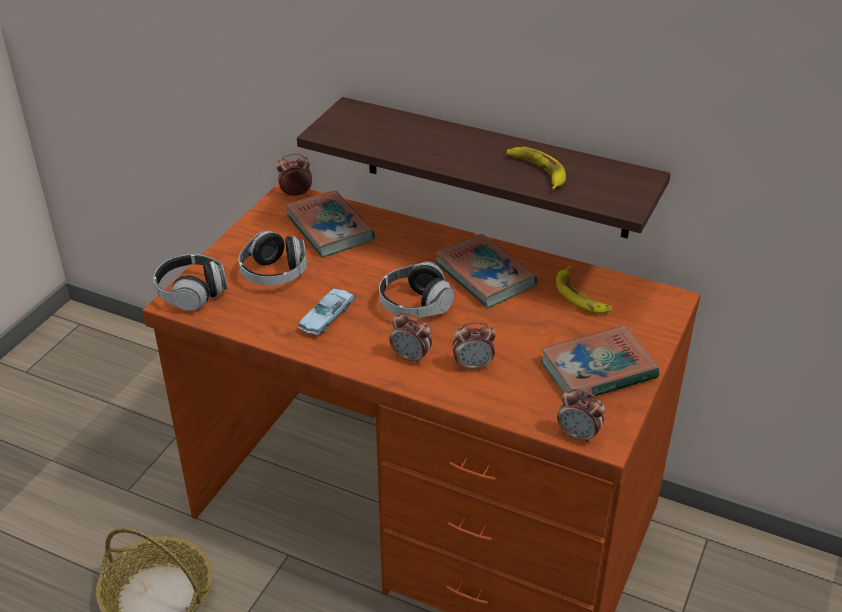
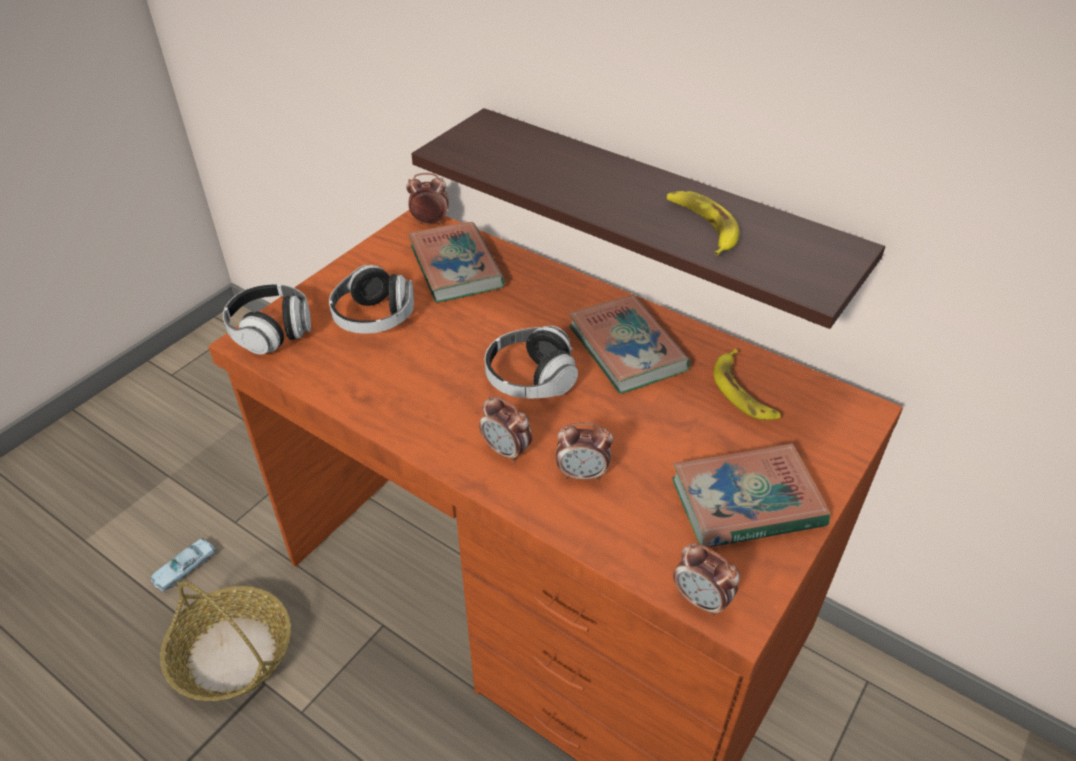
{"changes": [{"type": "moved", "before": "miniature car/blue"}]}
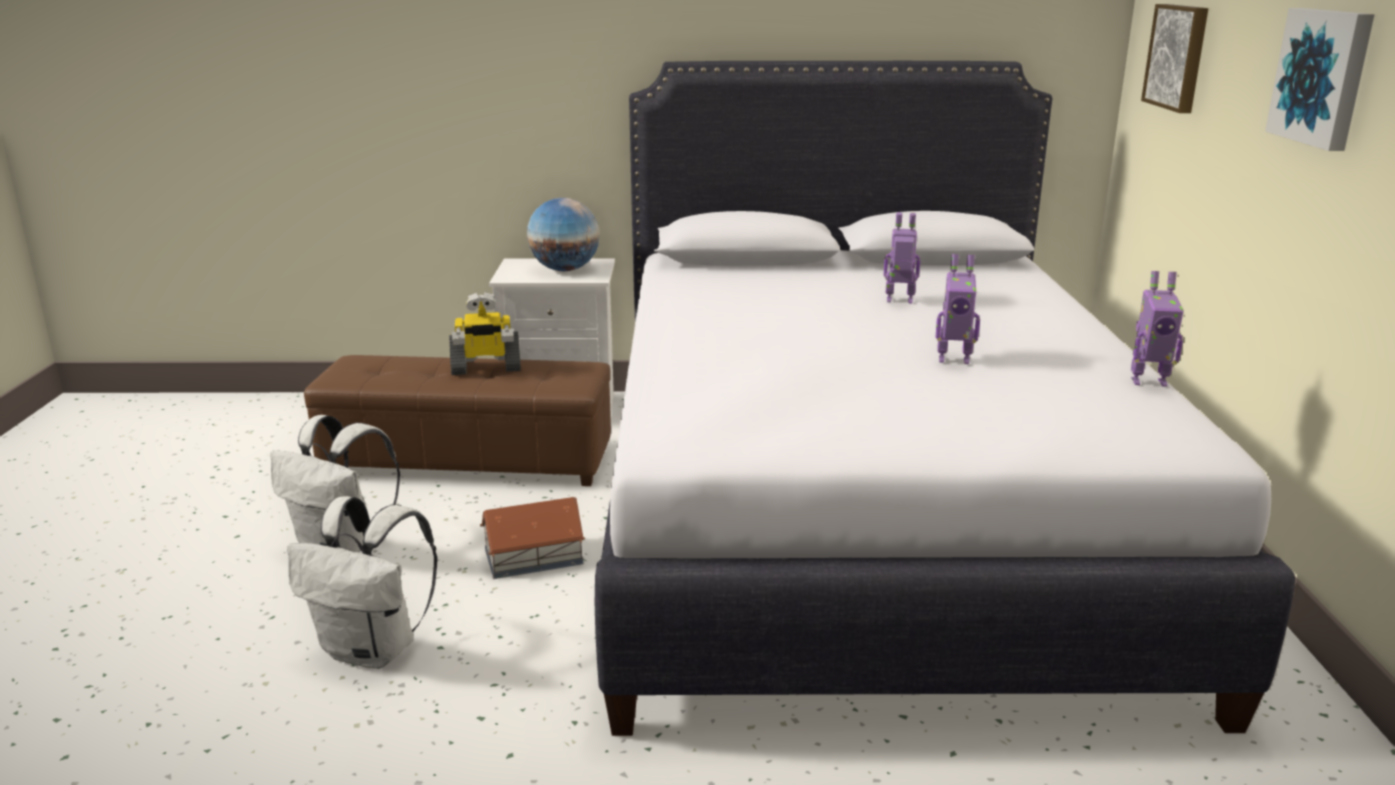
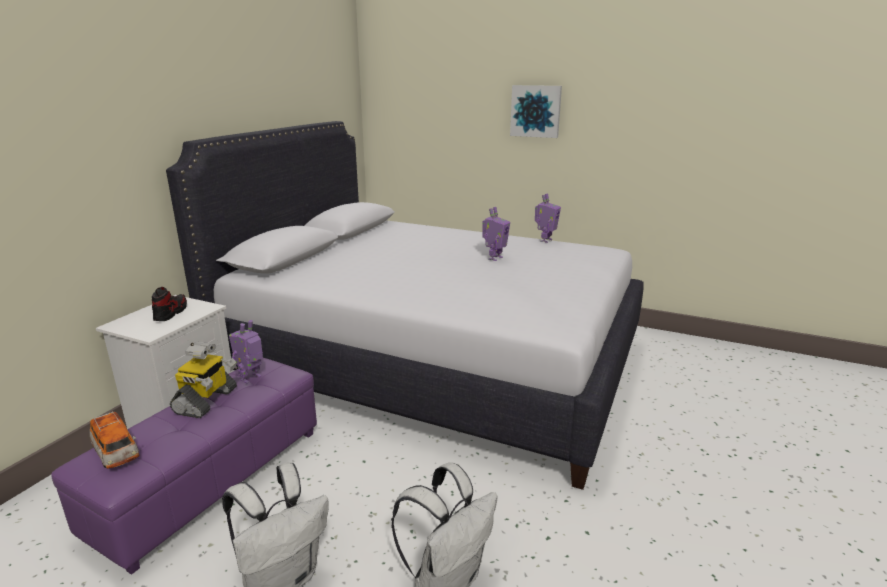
{"changes": [{"type": "removed", "before": "picture (1st from left)"}, {"type": "replaced", "before": "globe", "after": "shoe"}, {"type": "moved", "before": "robot figure (2nd from left)"}, {"type": "recoloured", "before": "footrest/brown", "after": "footrest/purple-coloured"}, {"type": "removed", "before": "miniature house"}, {"type": "added", "after": "miniature car"}]}
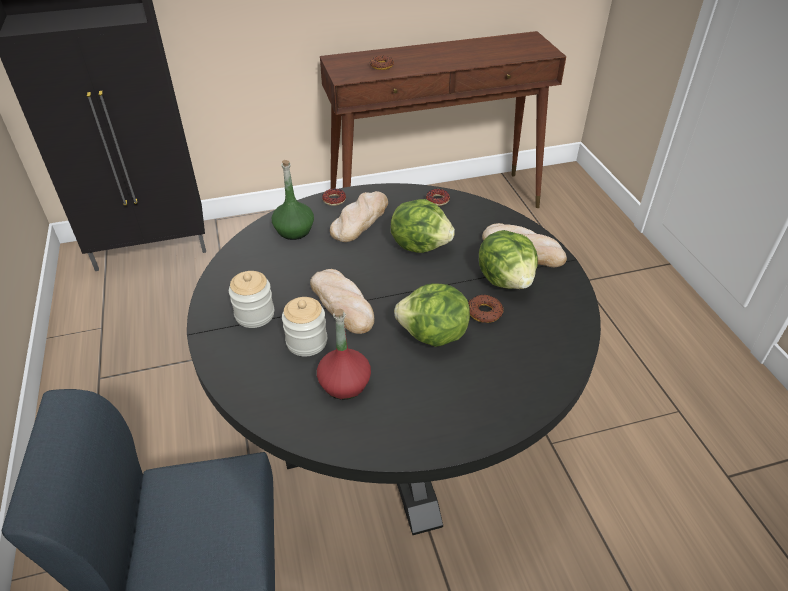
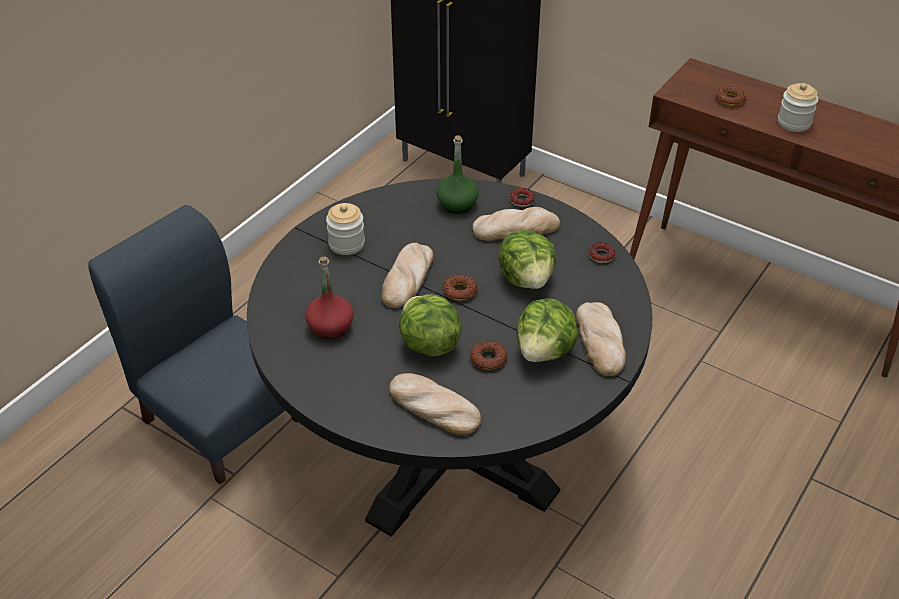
{"changes": [{"type": "moved", "before": "storage jar (2nd from left)"}, {"type": "added", "after": "doughnut (1st from left)"}, {"type": "added", "after": "bakery bread (2nd from left)"}]}
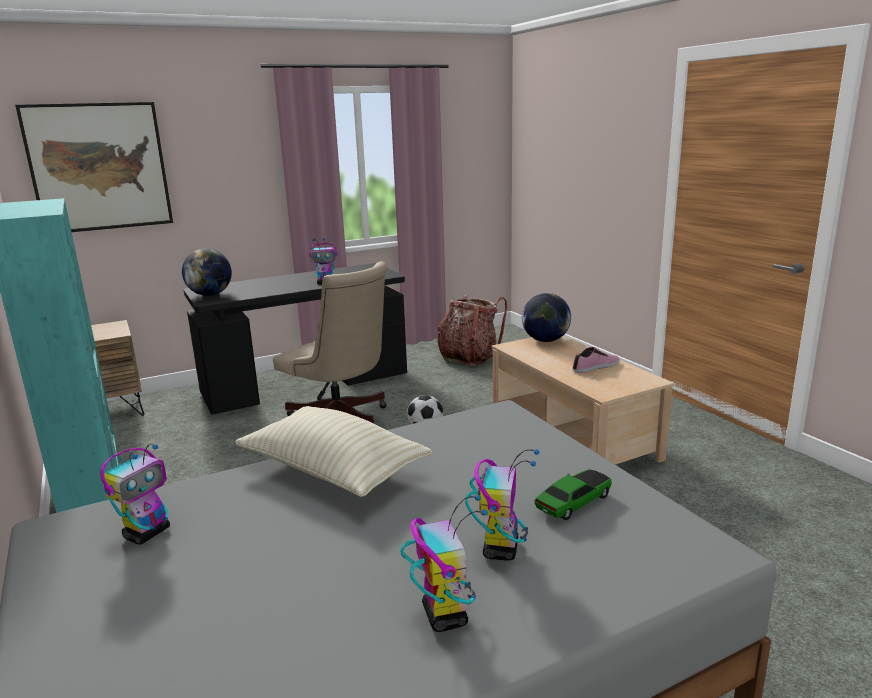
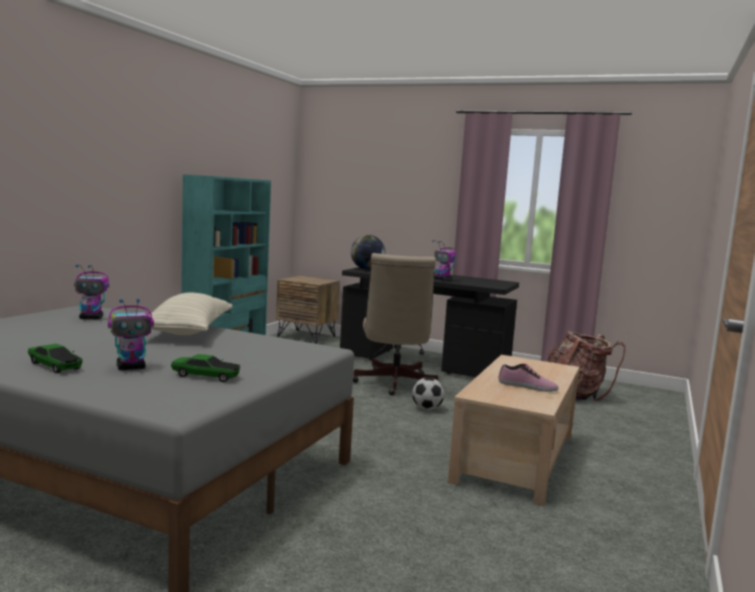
{"changes": [{"type": "removed", "before": "picture"}, {"type": "removed", "before": "globe (2nd from left)"}, {"type": "replaced", "before": "robot figure (3rd from left)", "after": "miniature car (1st from left)"}]}
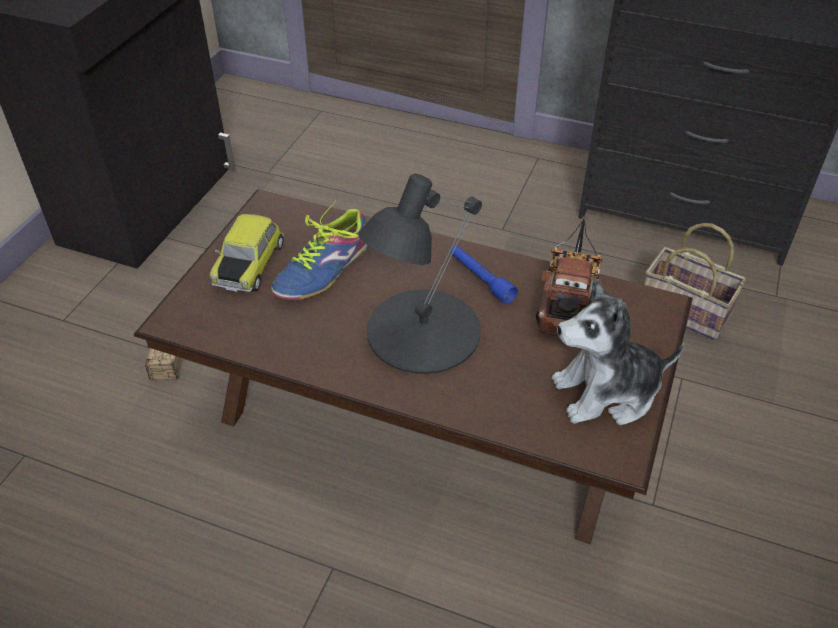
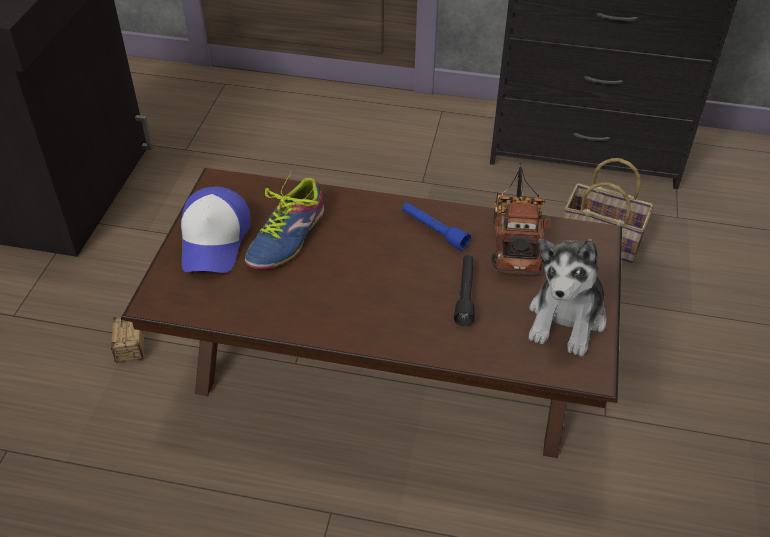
{"changes": [{"type": "removed", "before": "lamp for a table/blackish"}, {"type": "replaced", "before": "miniature car", "after": "peaked cap"}, {"type": "turned", "before": "soft toy", "turn": -45}, {"type": "added", "after": "flashlight/blackish"}]}
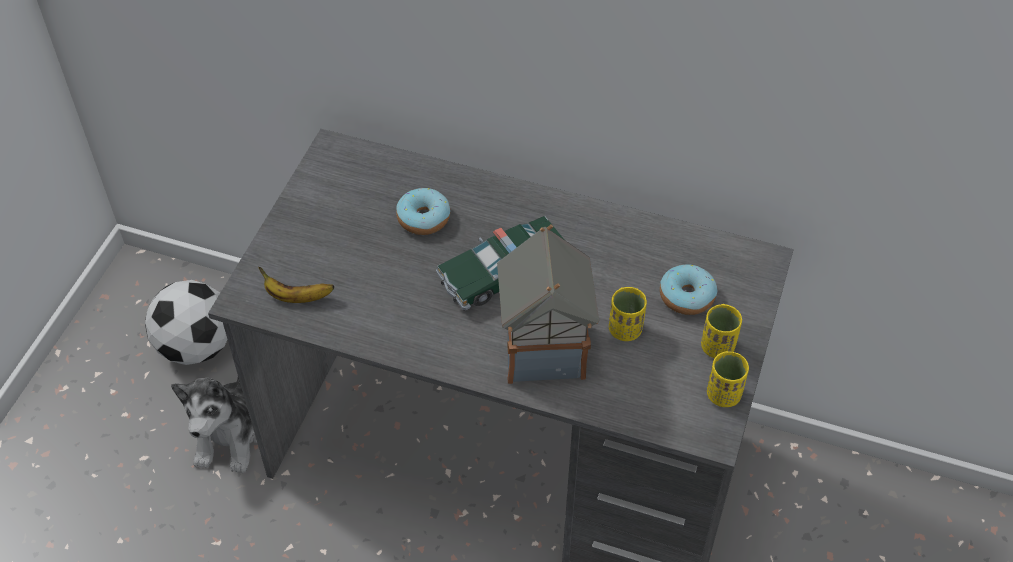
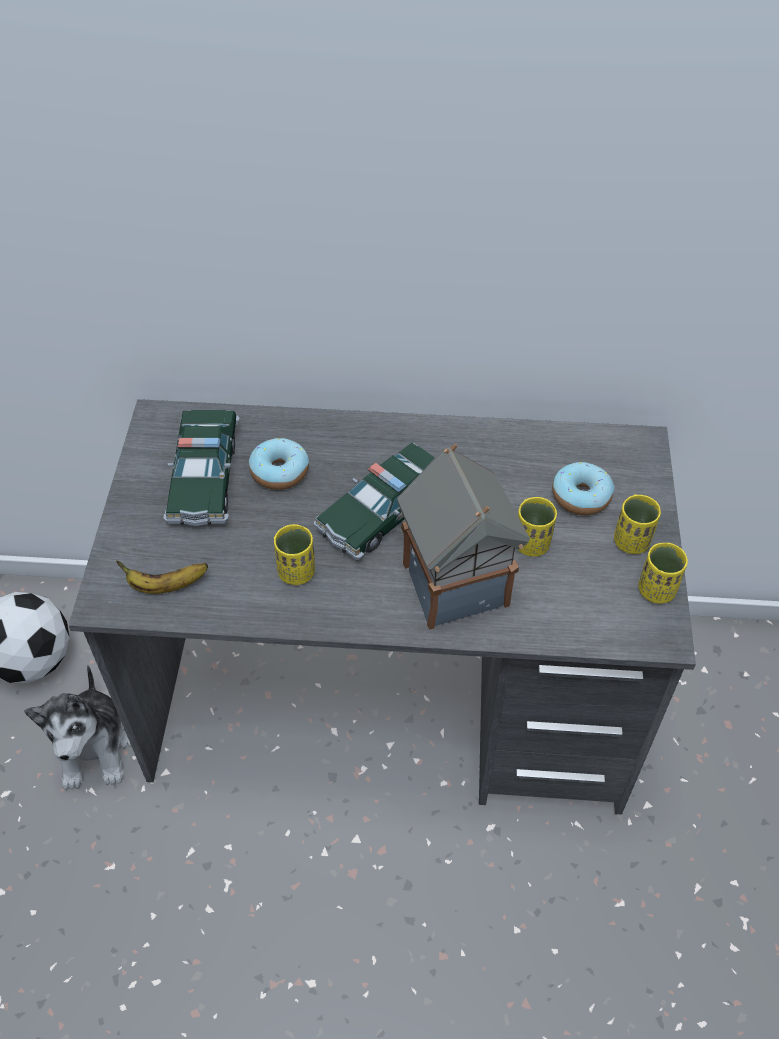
{"changes": [{"type": "added", "after": "miniature car (1st from left)"}, {"type": "added", "after": "small cup/yellow (1st from left)"}]}
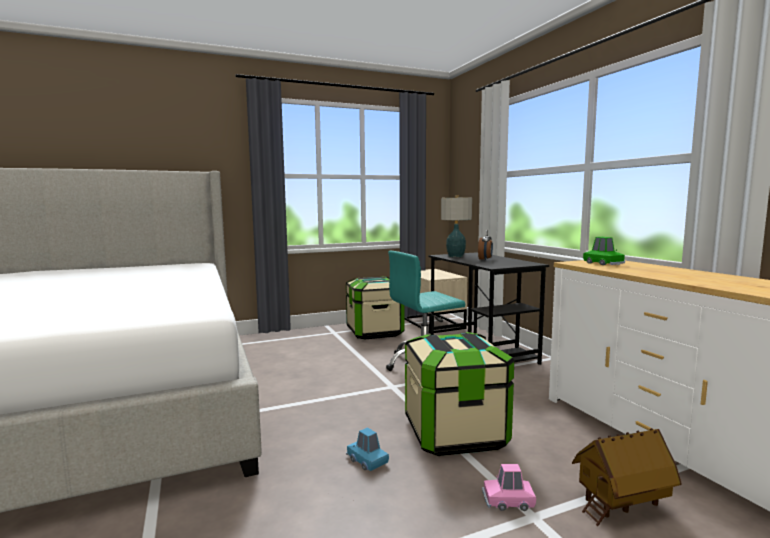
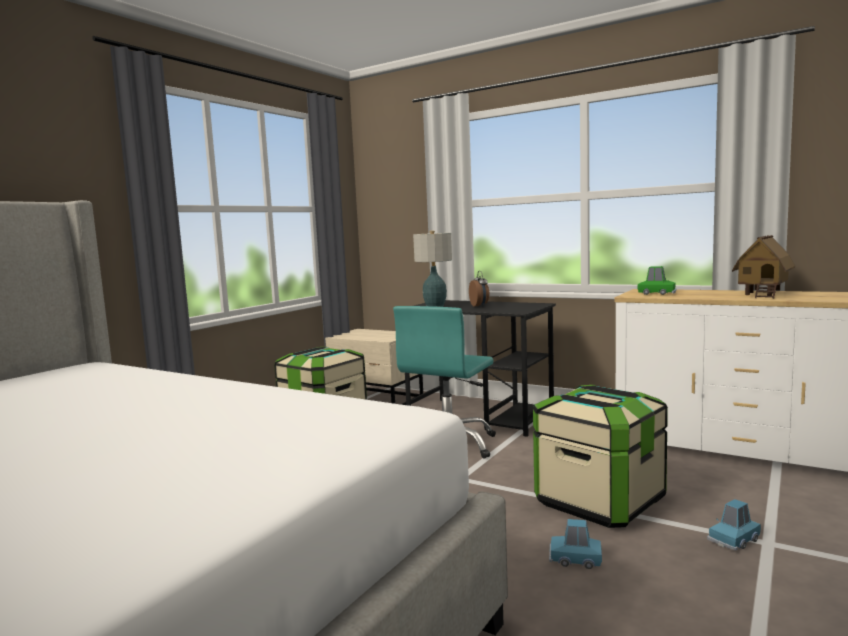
{"changes": [{"type": "moved", "before": "miniature house"}, {"type": "recoloured", "before": "miniature car/pink-coloured", "after": "miniature car/blue (2nd from left)"}]}
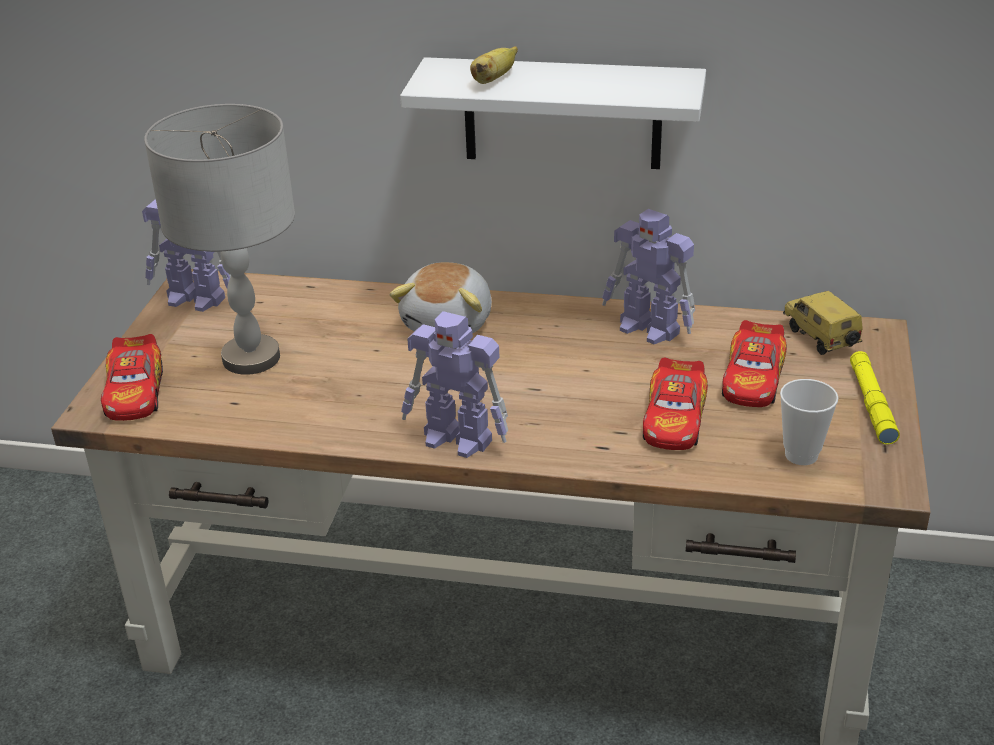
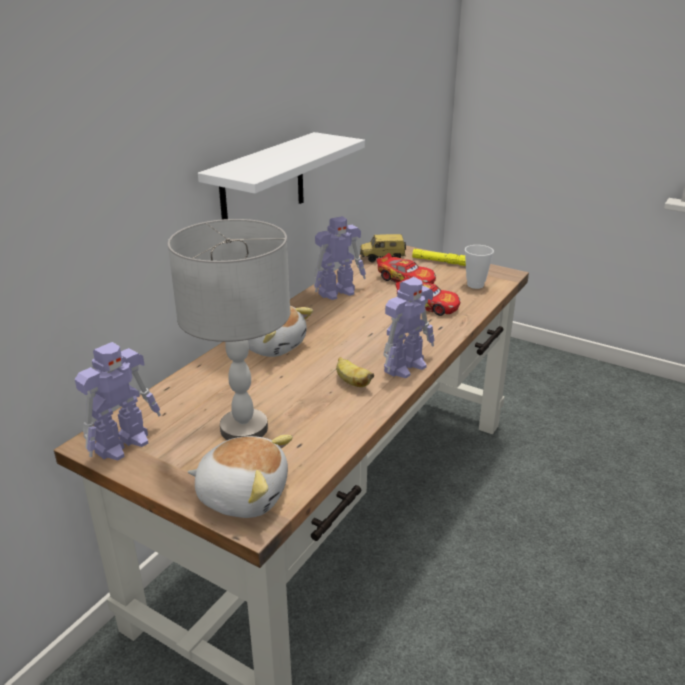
{"changes": [{"type": "moved", "before": "whole banana"}, {"type": "replaced", "before": "miniature car (1st from left)", "after": "soft toy (1st from left)"}]}
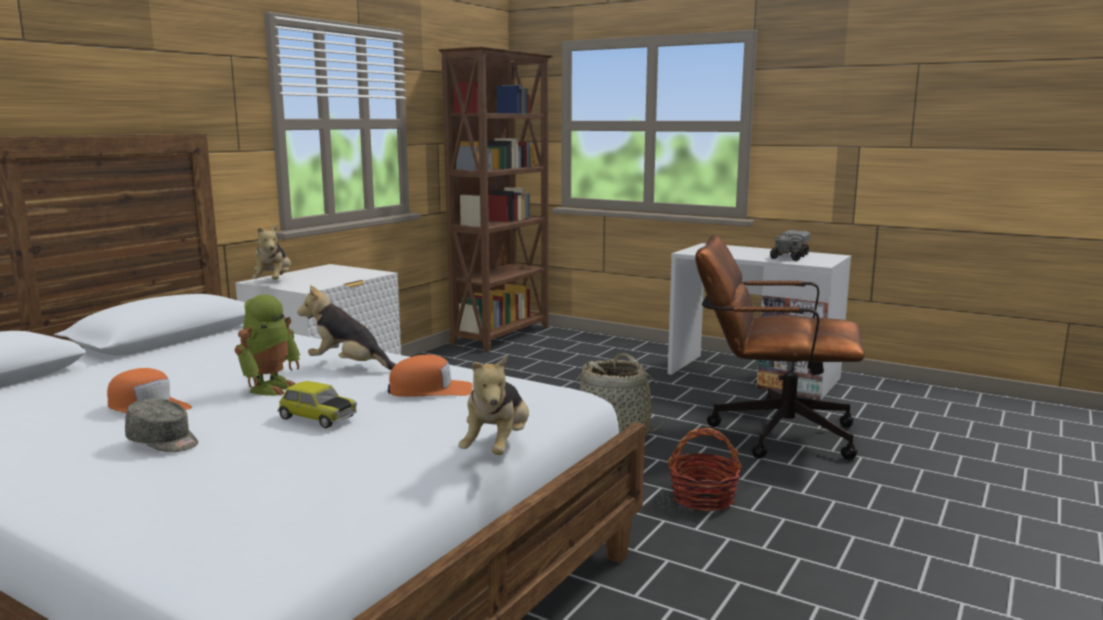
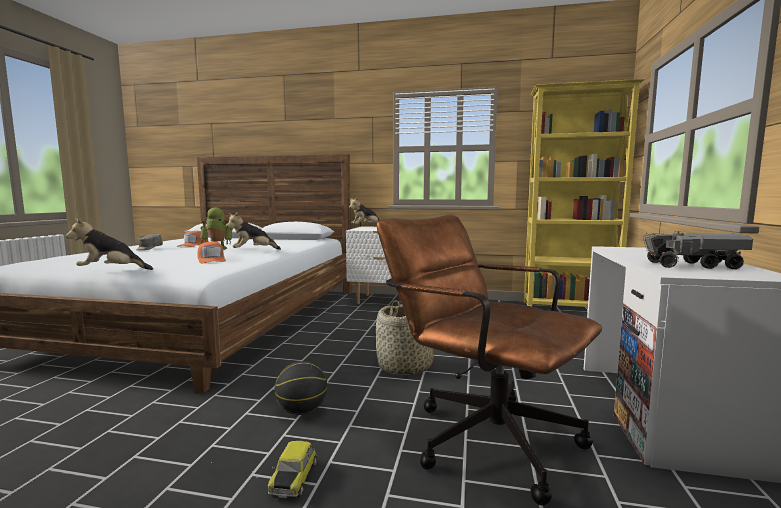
{"changes": [{"type": "recoloured", "before": "bookshelf/brown", "after": "bookshelf/yellow"}, {"type": "turned", "before": "desk chair/brown", "turn": -45}, {"type": "turned", "before": "soft toy (2nd from left)", "turn": -120}, {"type": "moved", "before": "miniature car"}, {"type": "replaced", "before": "storage basket (2nd from left)", "after": "basketball"}]}
